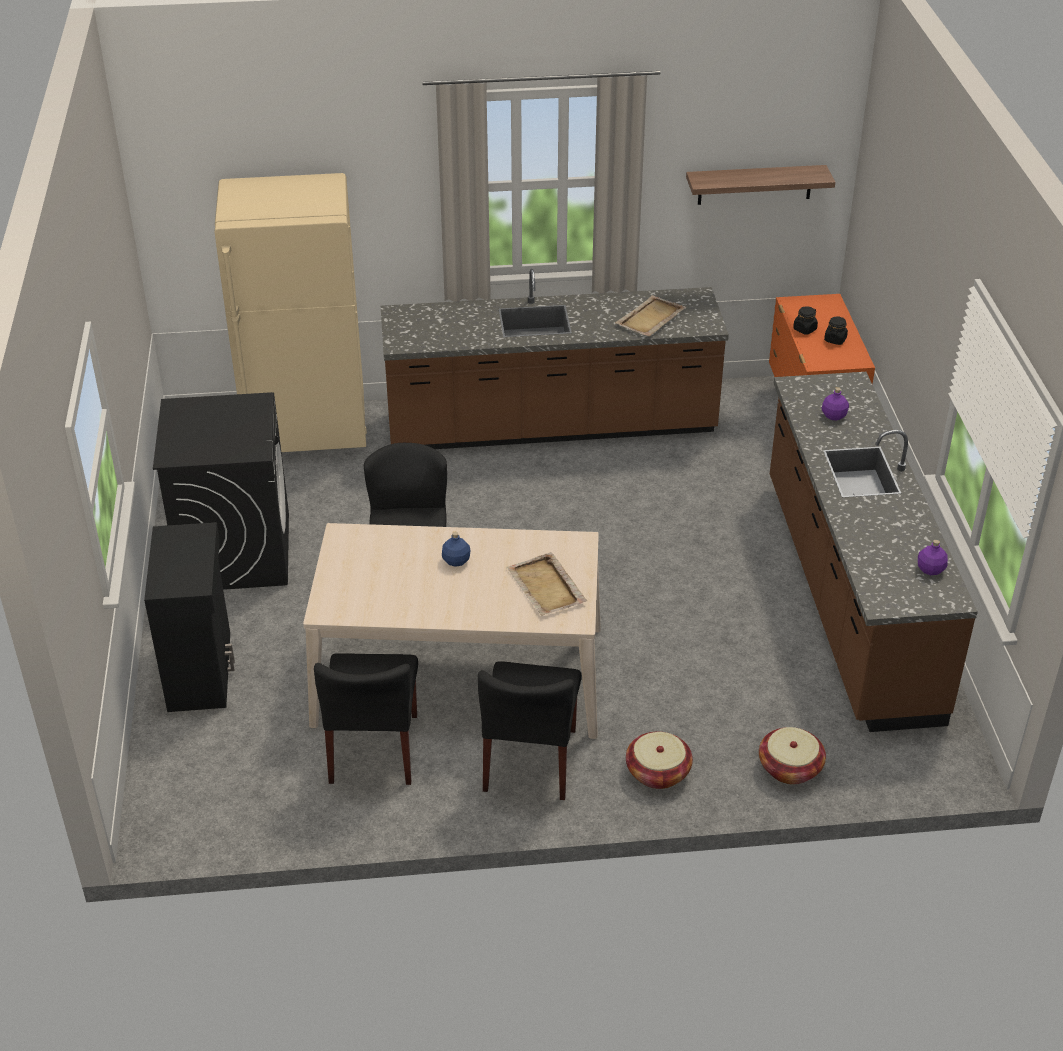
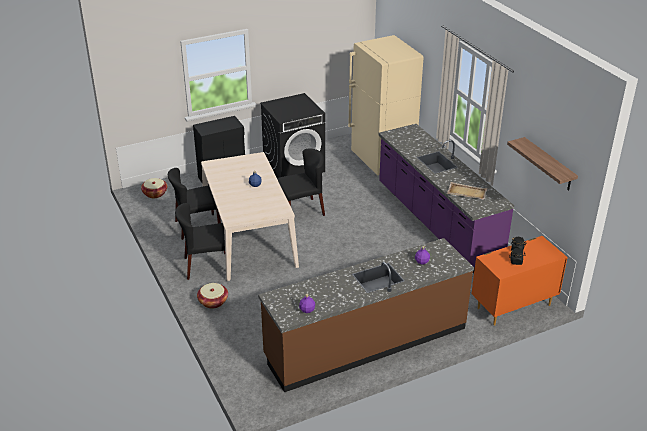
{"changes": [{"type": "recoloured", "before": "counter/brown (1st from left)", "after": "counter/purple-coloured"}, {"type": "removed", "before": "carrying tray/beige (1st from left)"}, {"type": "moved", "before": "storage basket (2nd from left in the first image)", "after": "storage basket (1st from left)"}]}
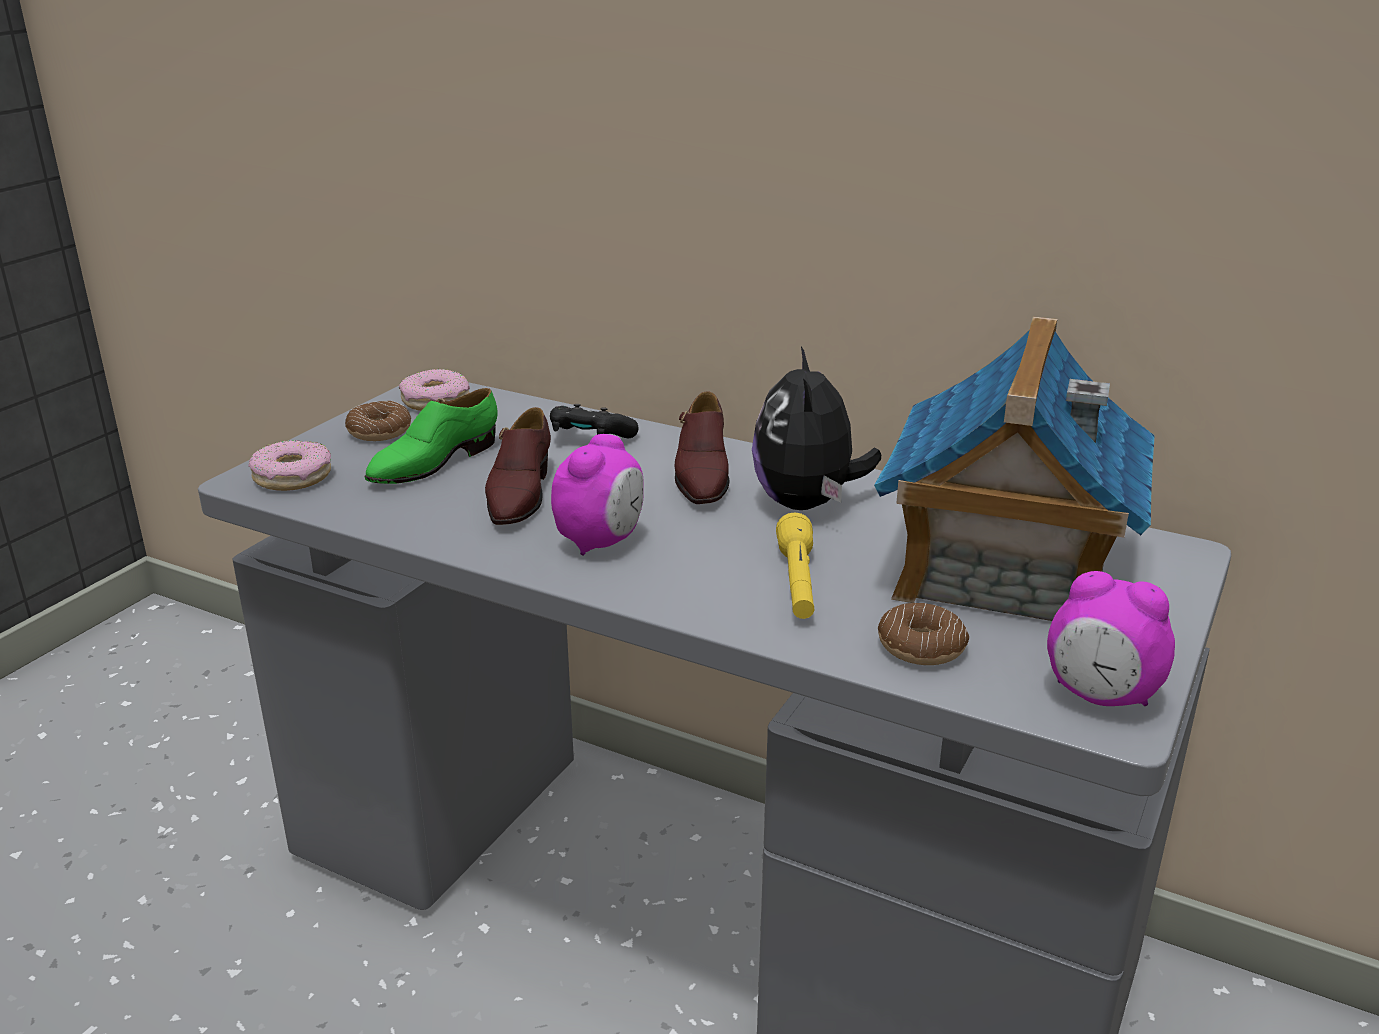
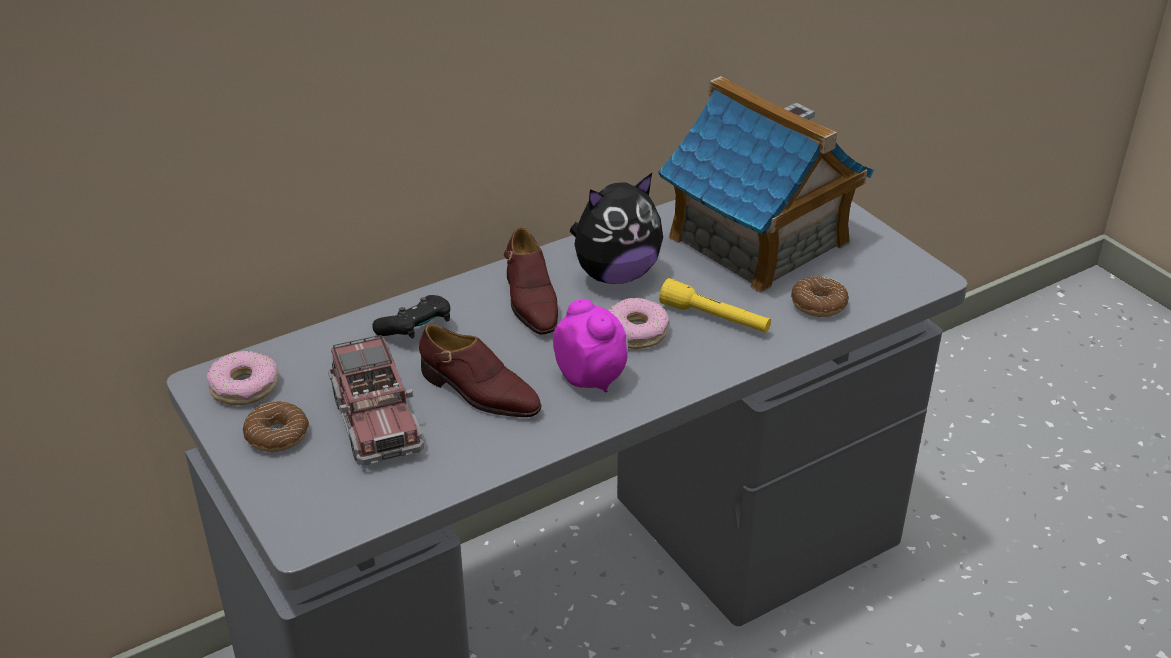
{"changes": [{"type": "turned", "before": "soft toy", "turn": -60}, {"type": "replaced", "before": "shoe/green-coloured", "after": "toy lorry"}, {"type": "turned", "before": "shoe/brown (2nd from left)", "turn": 45}, {"type": "moved", "before": "doughnut (1st from left in the first image)", "after": "doughnut (3rd from left)"}, {"type": "removed", "before": "bedside clock (2nd from left)"}]}
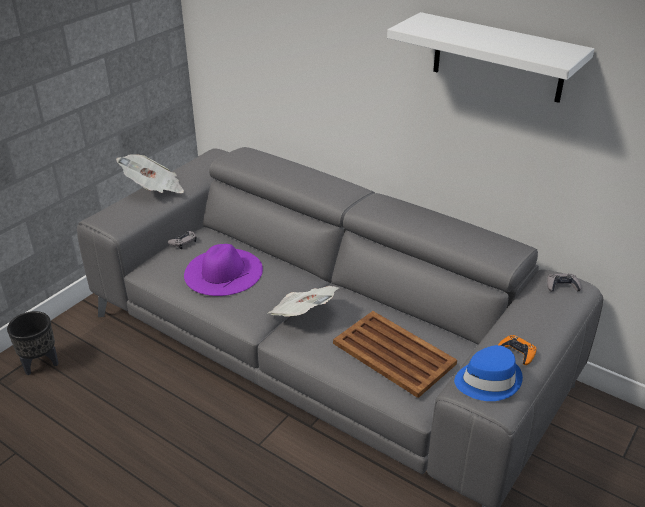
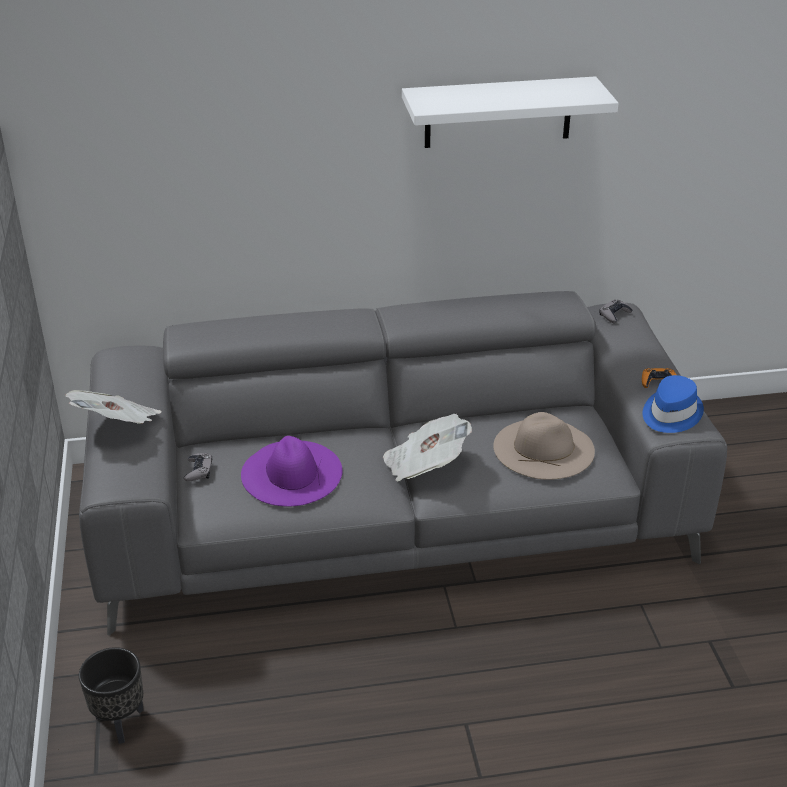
{"changes": [{"type": "replaced", "before": "carrying tray/brown", "after": "clothing hat/beige"}]}
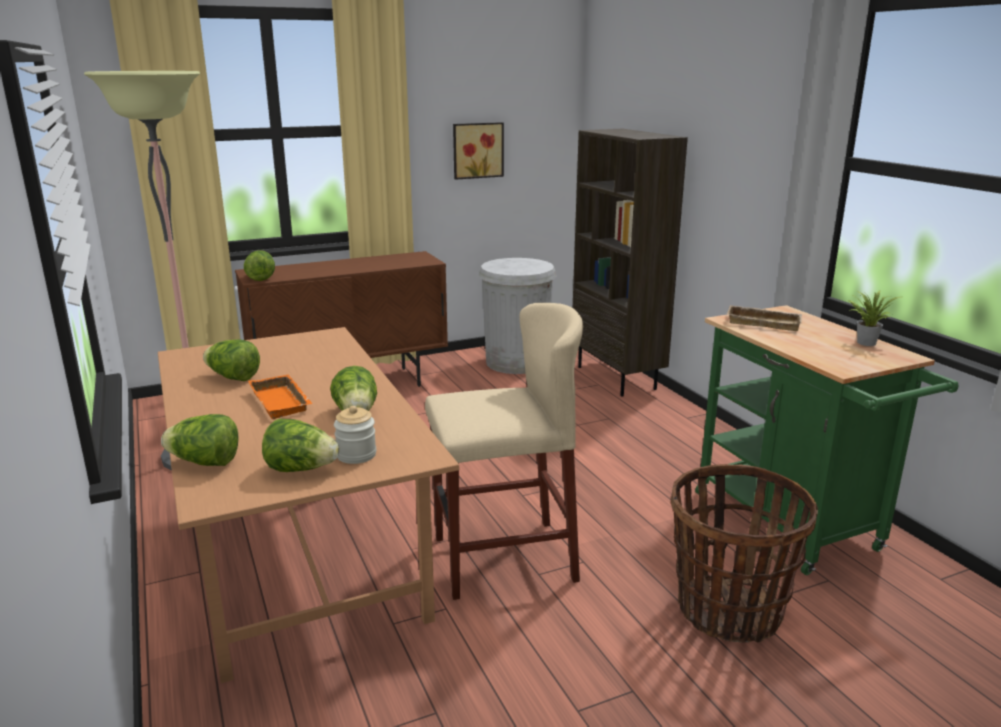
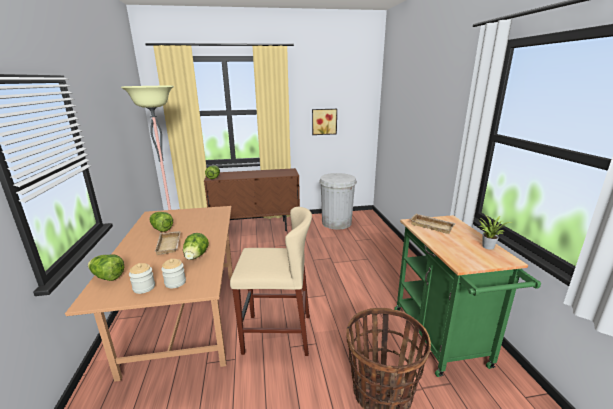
{"changes": [{"type": "removed", "before": "bookshelf/brown"}, {"type": "recoloured", "before": "carrying tray/orangey", "after": "carrying tray/beige (1st from left)"}, {"type": "replaced", "before": "lettuce head (4th from left)", "after": "storage jar (1st from left)"}]}
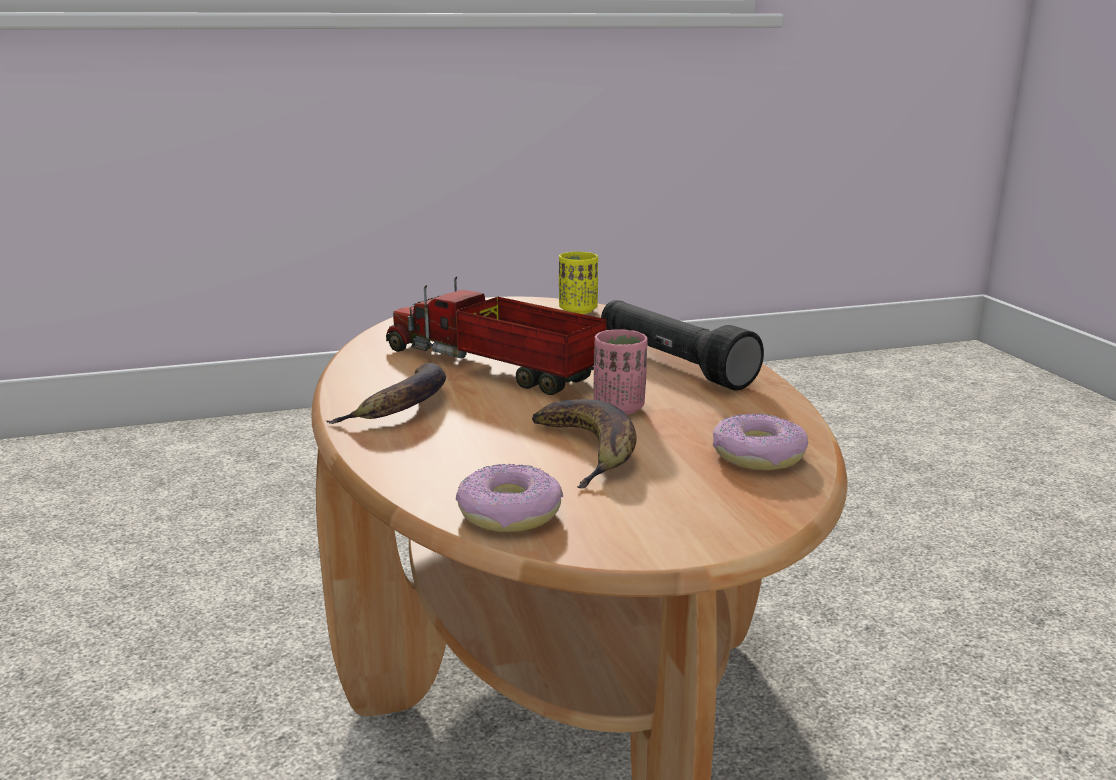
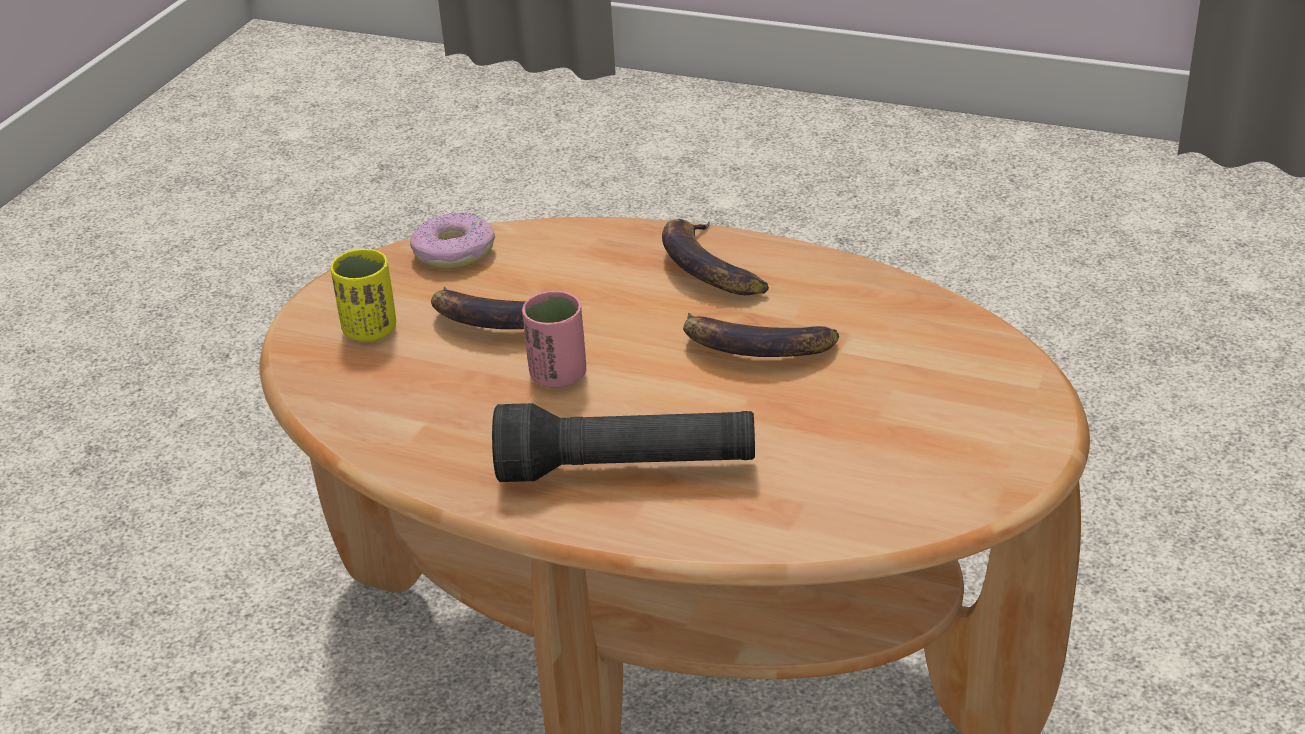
{"changes": [{"type": "moved", "before": "small cup/yellow"}, {"type": "replaced", "before": "toy lorry", "after": "whole banana (3rd from left)"}, {"type": "removed", "before": "doughnut (2nd from left)"}]}
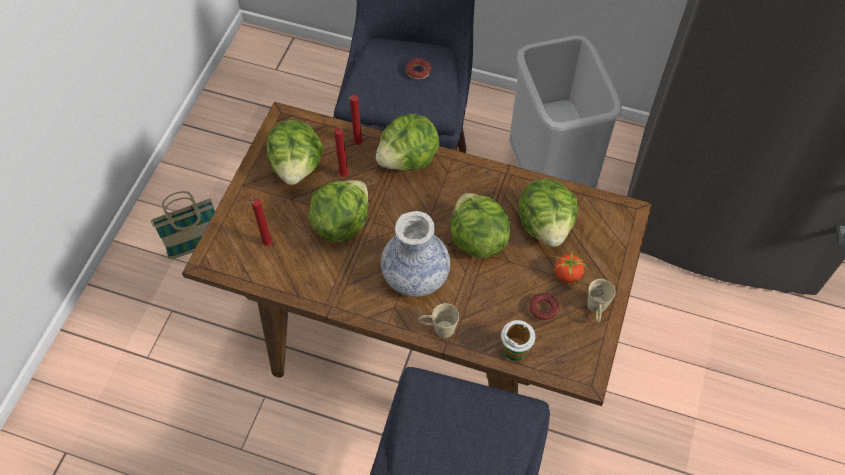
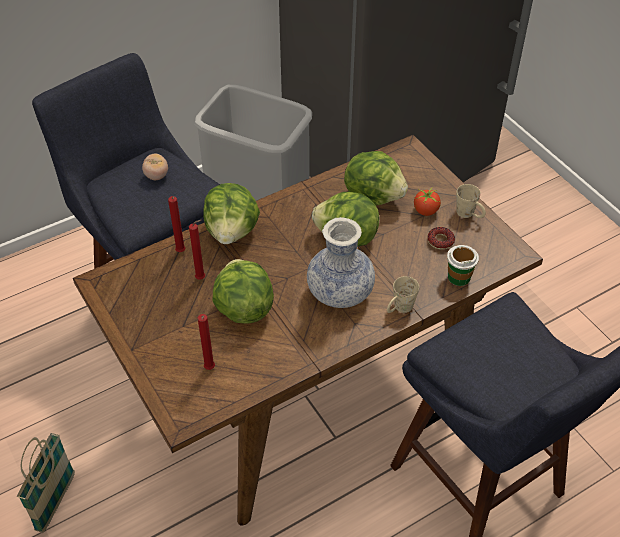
{"changes": [{"type": "replaced", "before": "doughnut (1st from left)", "after": "tomato (1st from left)"}, {"type": "removed", "before": "lettuce head (1st from left)"}]}
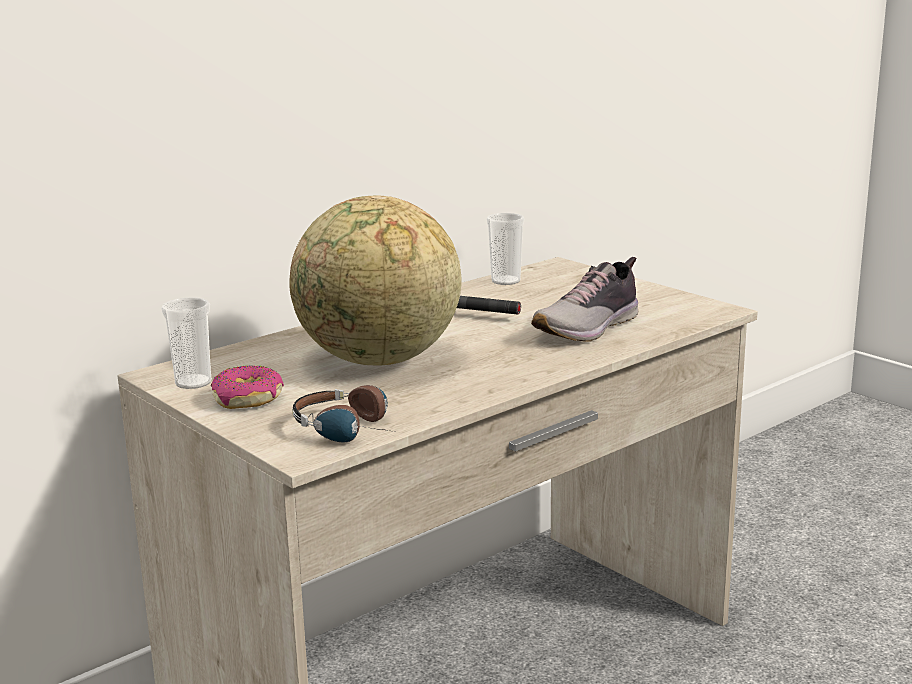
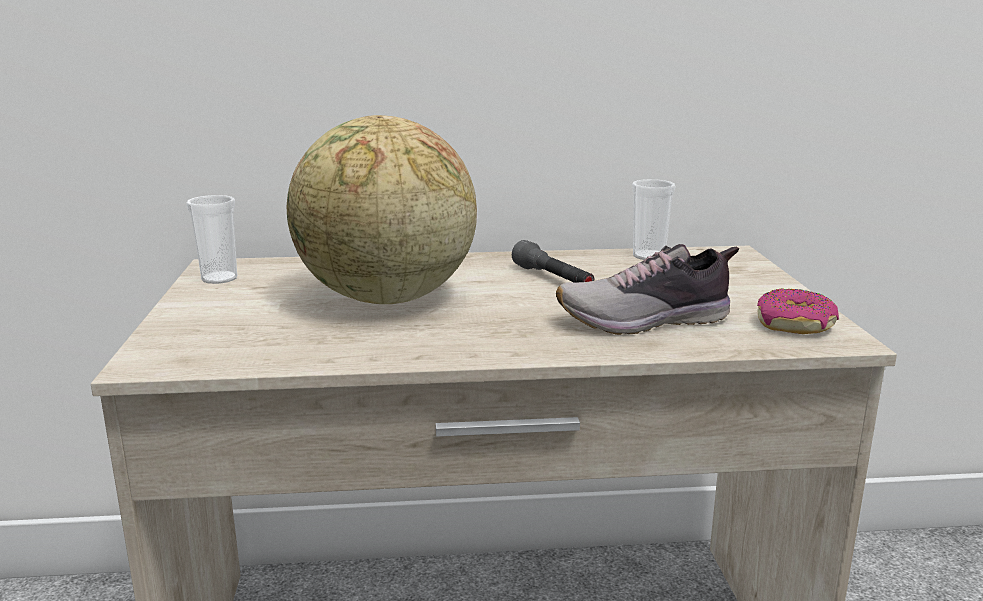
{"changes": [{"type": "moved", "before": "doughnut"}, {"type": "removed", "before": "headset"}]}
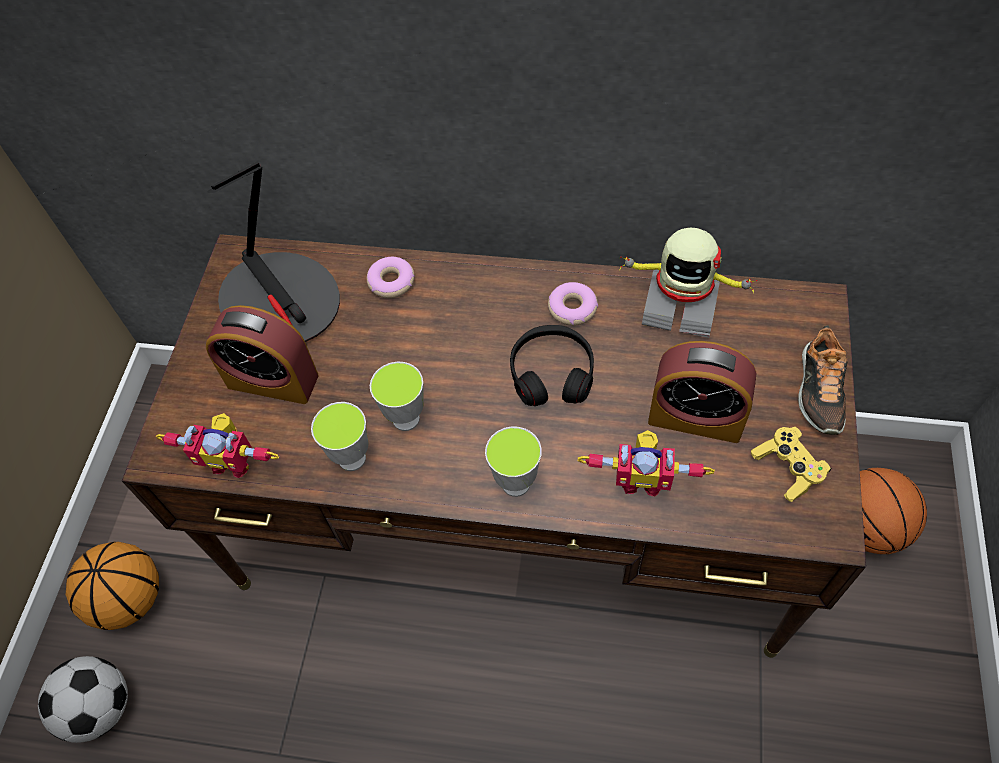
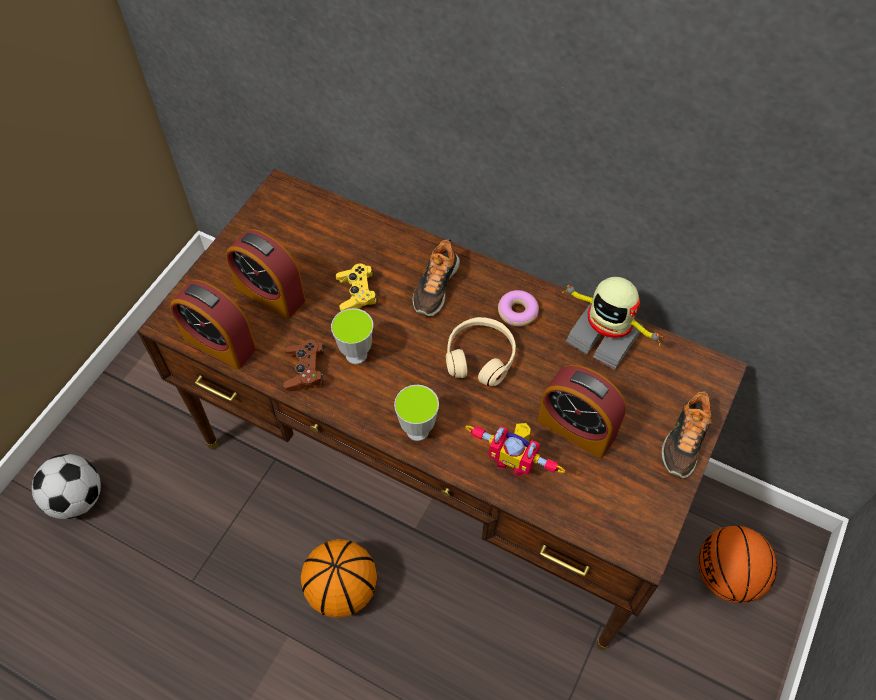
{"changes": [{"type": "removed", "before": "lamp for a table"}, {"type": "removed", "before": "doughnut (1st from left)"}, {"type": "recoloured", "before": "headset/blackish", "after": "headset/beige"}, {"type": "replaced", "before": "small cup (1st from left)", "after": "gamepad/brown"}, {"type": "replaced", "before": "robot figure (1st from left)", "after": "bedside clock (1st from left)"}, {"type": "moved", "before": "gamepad/yellow"}, {"type": "moved", "before": "basketball (1st from left)"}, {"type": "added", "after": "shoe (1st from left)"}]}
